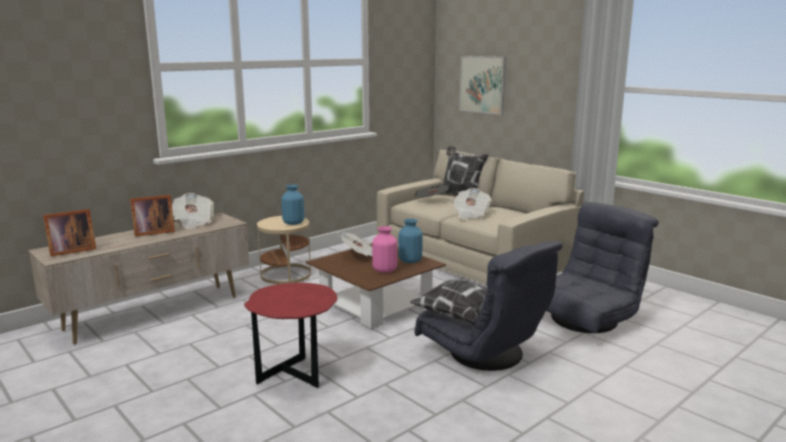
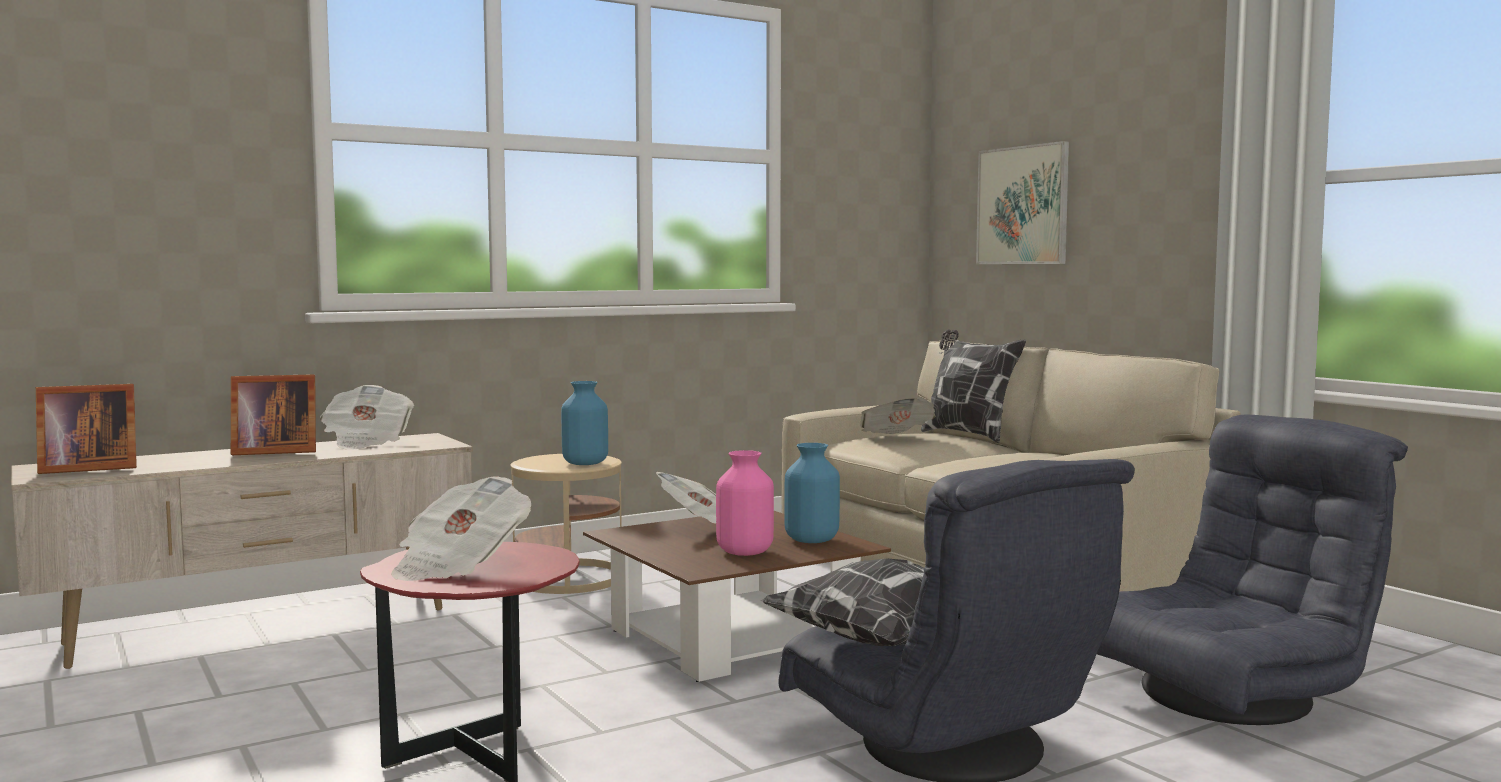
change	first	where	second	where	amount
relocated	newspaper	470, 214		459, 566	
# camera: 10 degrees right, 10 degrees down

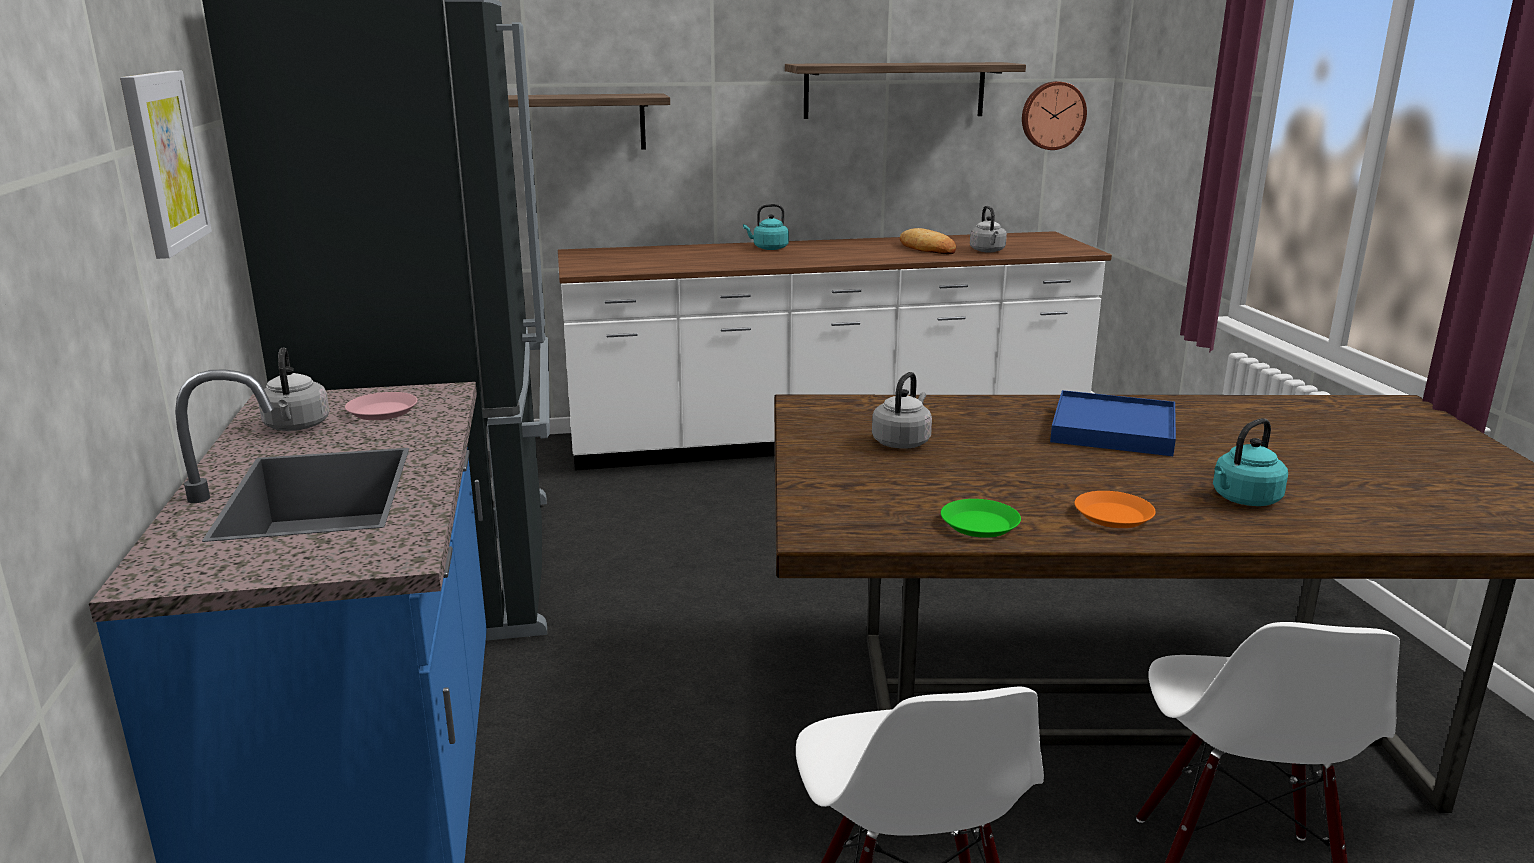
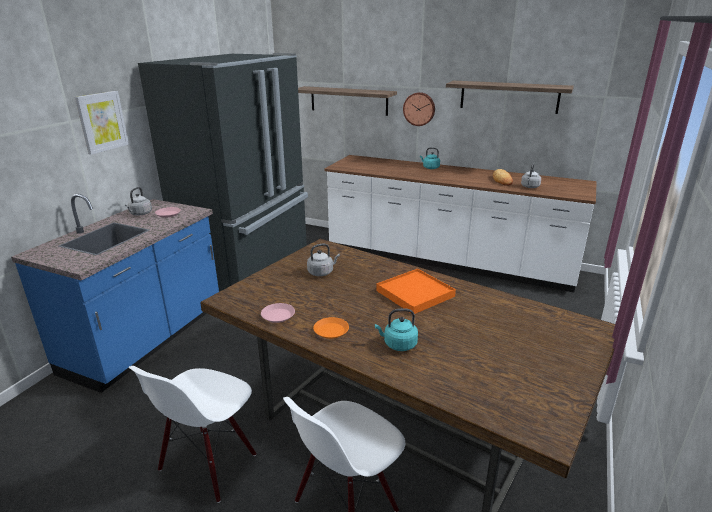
change	first	where	second	where	amount
colour	green plate	980, 524	pink plate	278, 315	
relocated	wall clock	1052, 115		419, 109	
colour	blue tray	1113, 429	orange tray	415, 293	
# camera: 35 degrees right, 5 degrees up

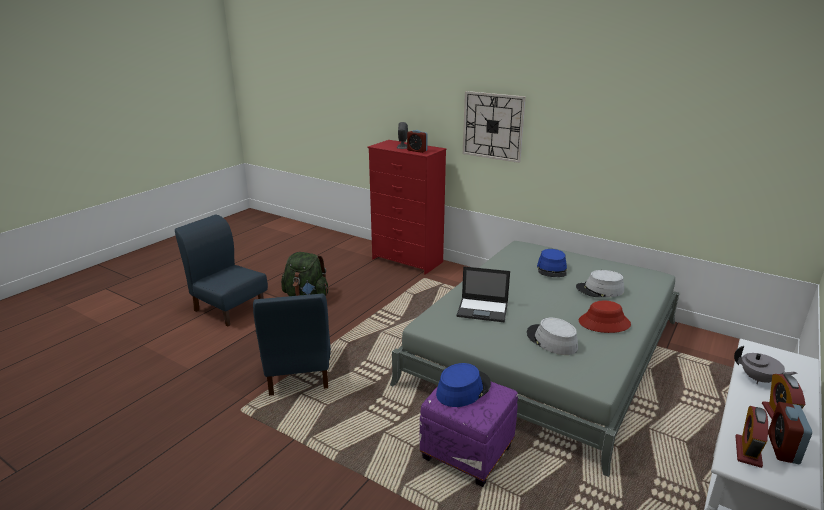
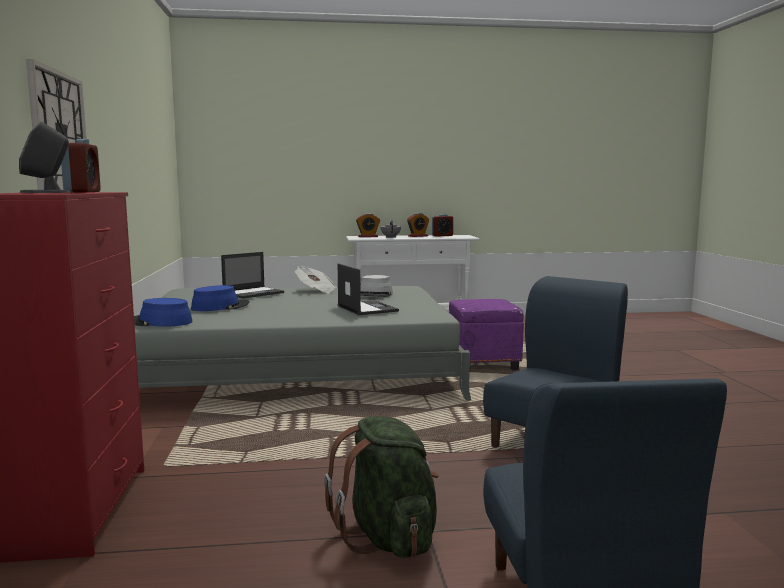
change	first	where	second	where	amount
relocated	blue hat	463, 389		160, 322	
exchanged	grey hat	599, 290	laptop	254, 293	
exchanged	red hat	604, 323	newspaper	316, 291	
relocated	alarm clock	748, 451		368, 236	
# camera: 130 degrees left, 15 degrees down

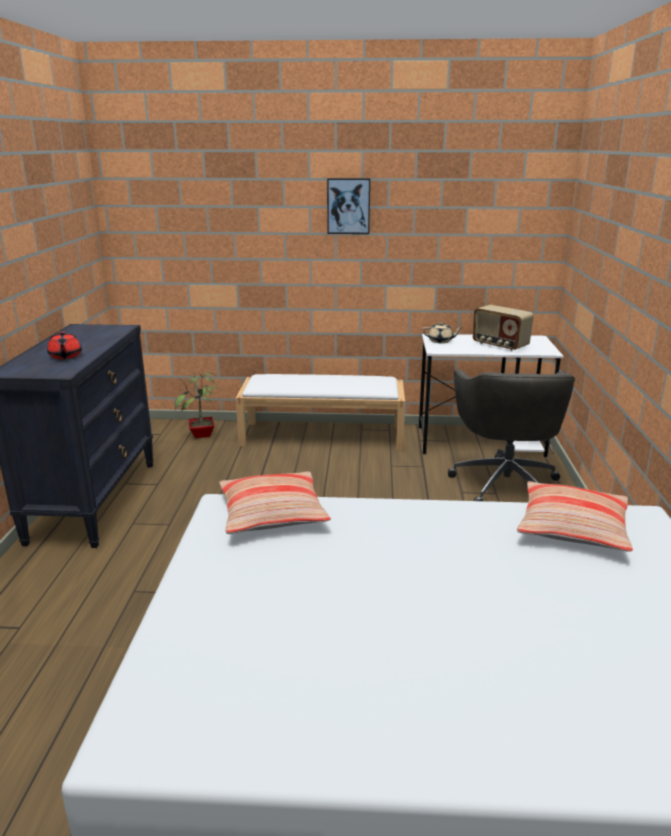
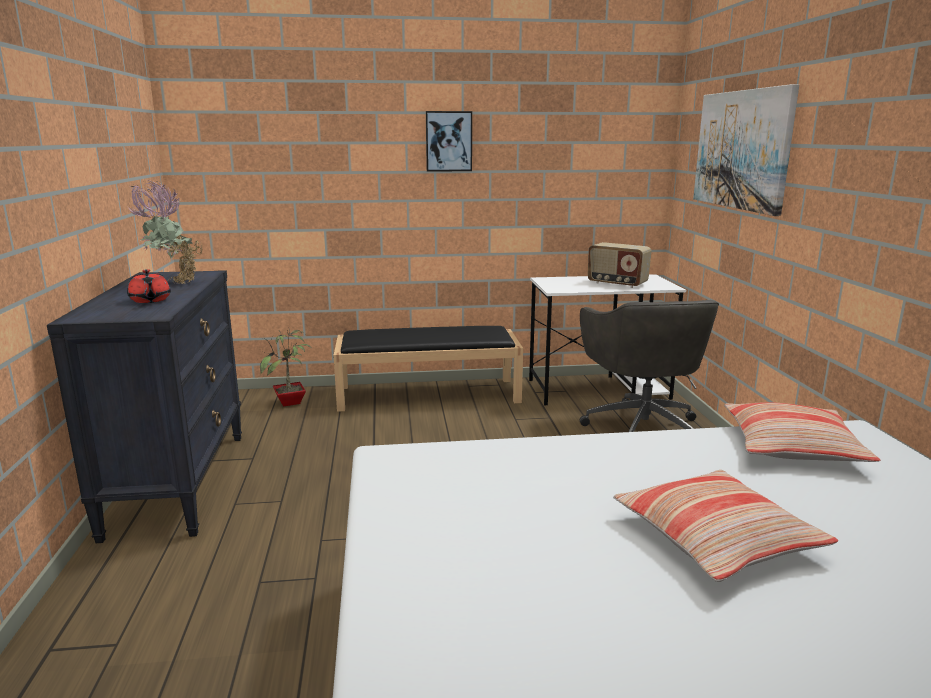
change	first	where	second	where	amount
relocated	pillow	272, 513		716, 538	
colour	white bench	323, 435	black bench	429, 394	
missing	beige teapot	441, 341			
appeared			potted plant	173, 283	
appeared			picture	742, 150	
# camera: 10 degrees left, 5 degrees down

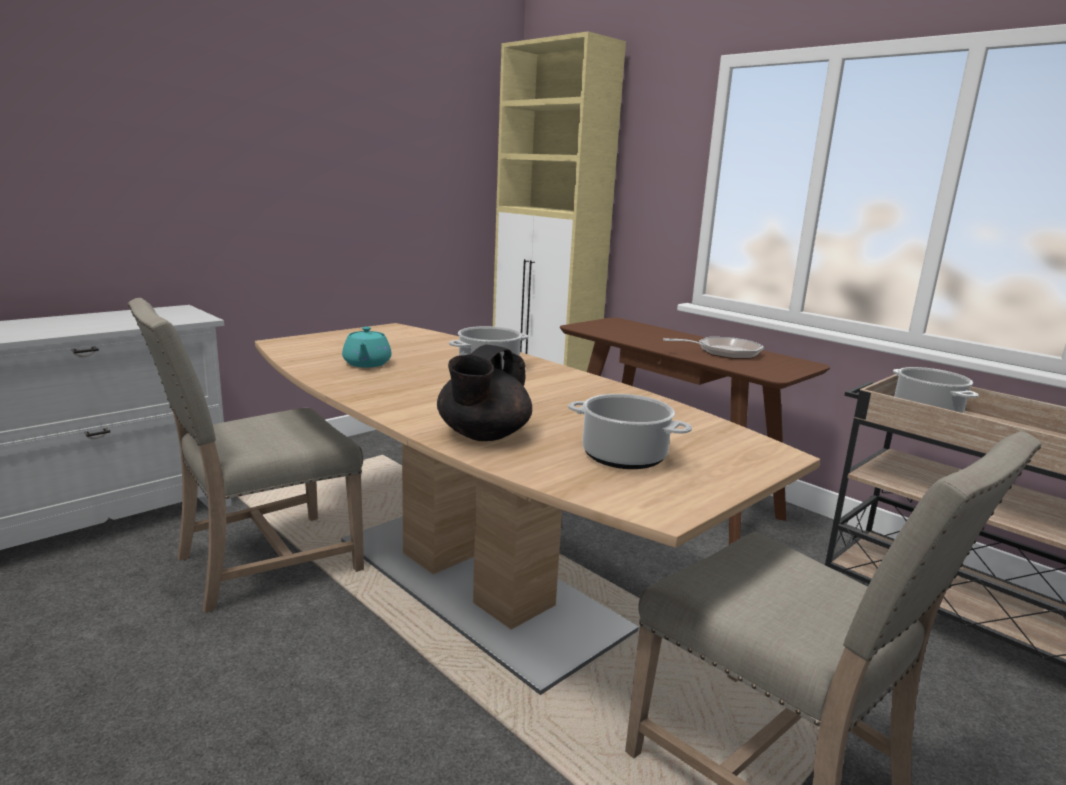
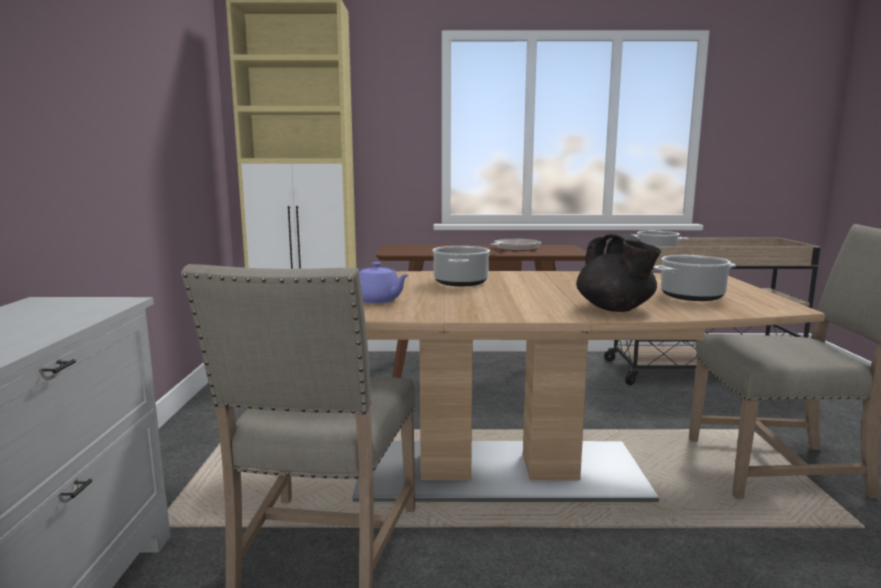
change	first	where	second	where	amount
colour	turquoise teapot	367, 364	purple teapot	378, 300	
# camera: 45 degrees left, 5 degrees down

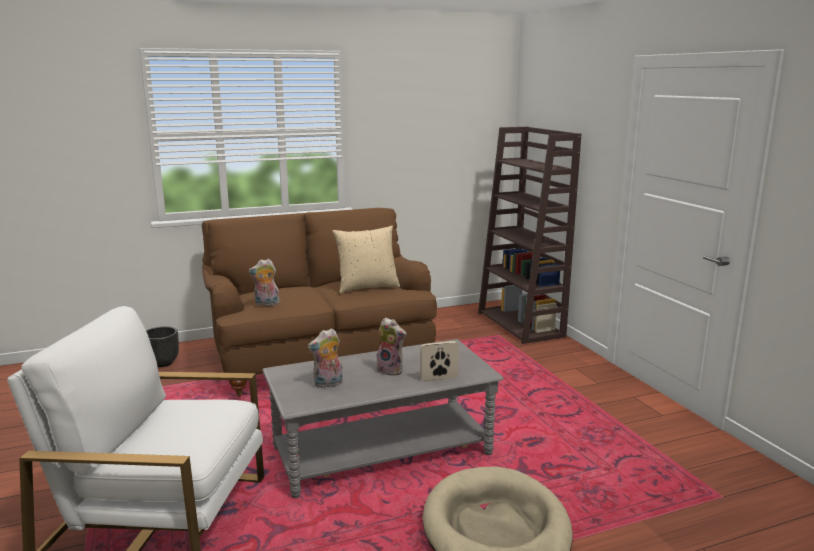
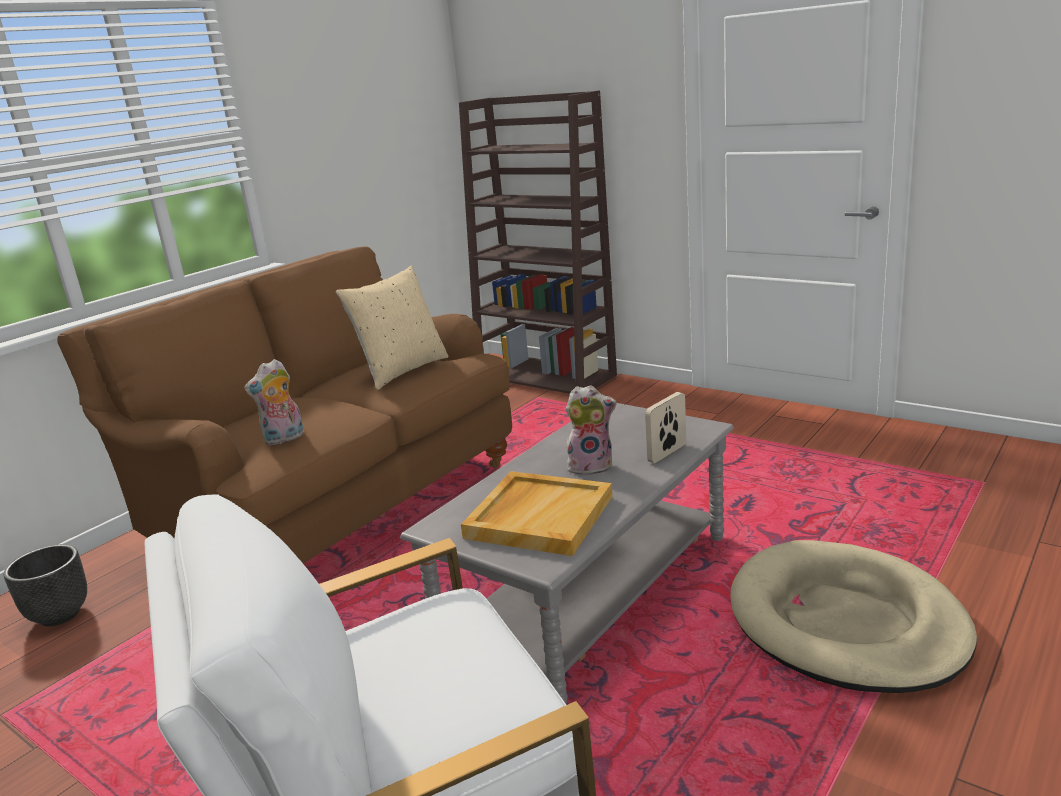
change	first	where	second	where	amount
exchanged	plush toy	328, 384	beige tray	539, 516	
# camera: 30 degrees left, 5 degrees up

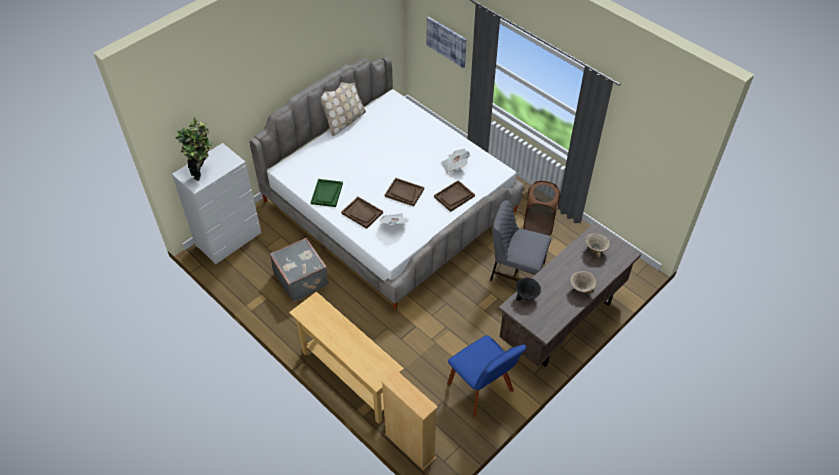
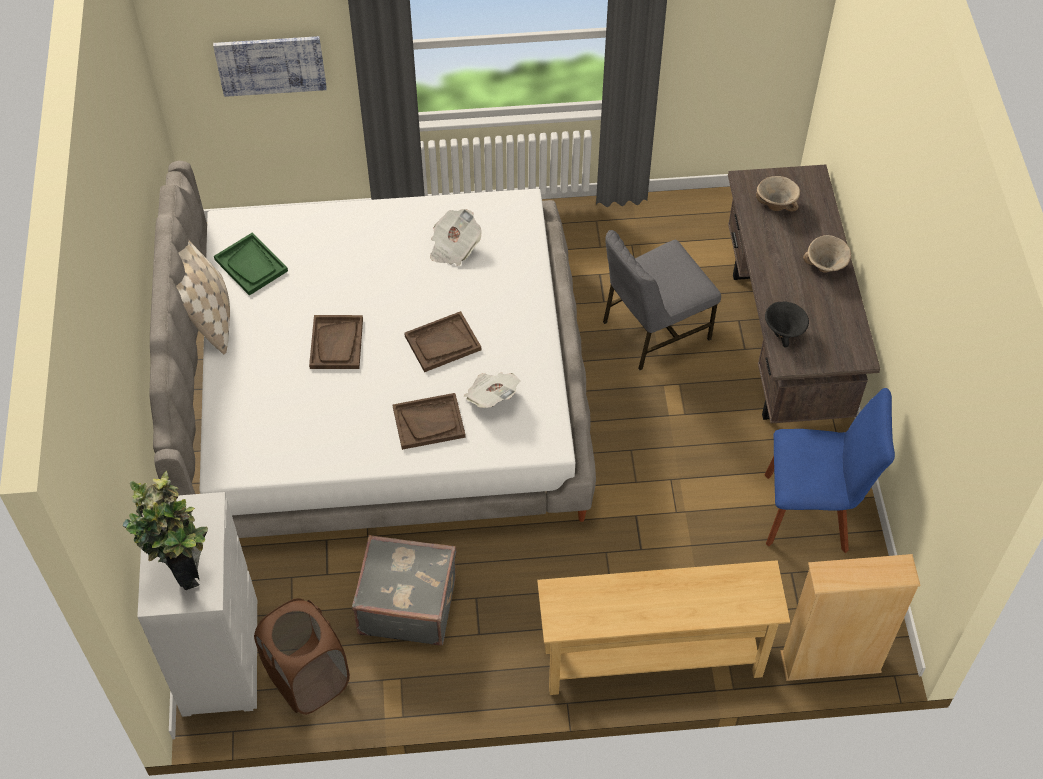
change	first	where	second	where	amount
relocated	green tray	327, 194		251, 265	
relocated	brown tray	454, 197		336, 343	
relocated	brown laundry basket	538, 226		308, 679	
# camera: 50 degrees left, 5 degrees up

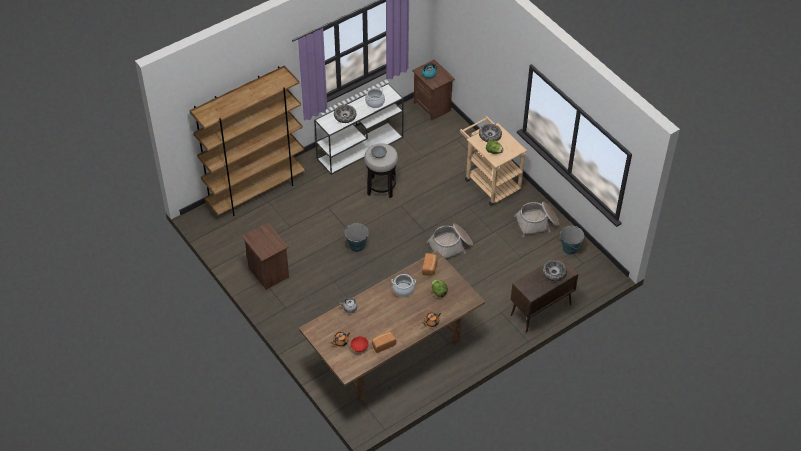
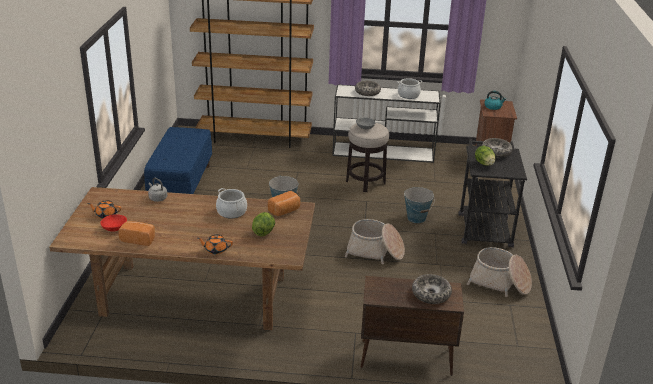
change	first	where	second	where	amount
exchanged	brown nightstand	268, 273	blue bench	181, 185	
colour	beige cart	489, 182	black cart	484, 227	
relocated	bucket	570, 248		416, 218	
# camera: 40 degrees right, 20 degrees down

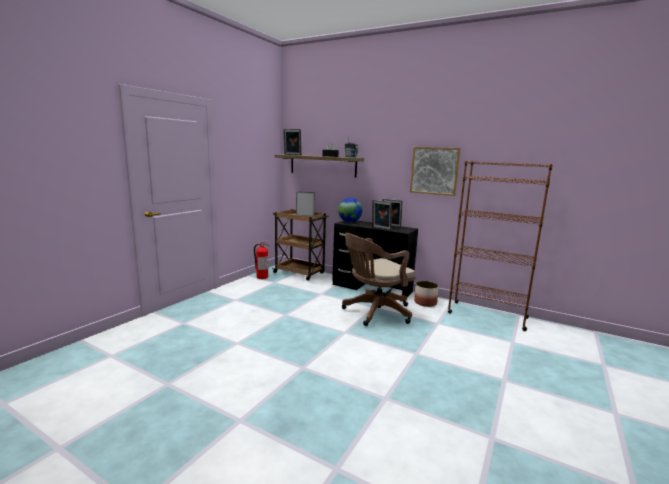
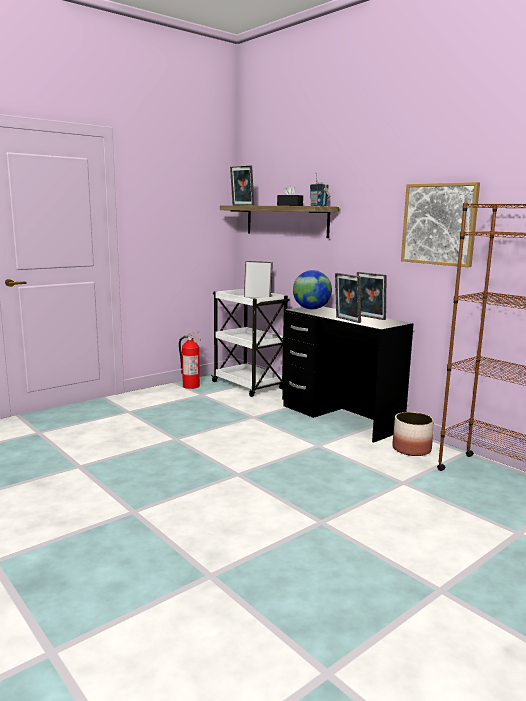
change	first	where	second	where	amount
colour	brown cart	300, 273	white cart	249, 386	
missing	brown office chair	374, 312			
# camera: 20 degrees right, 0 degrees up

